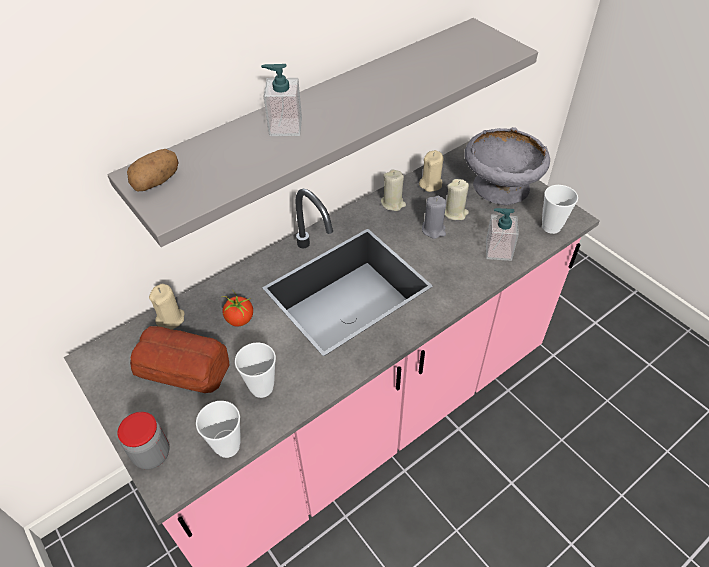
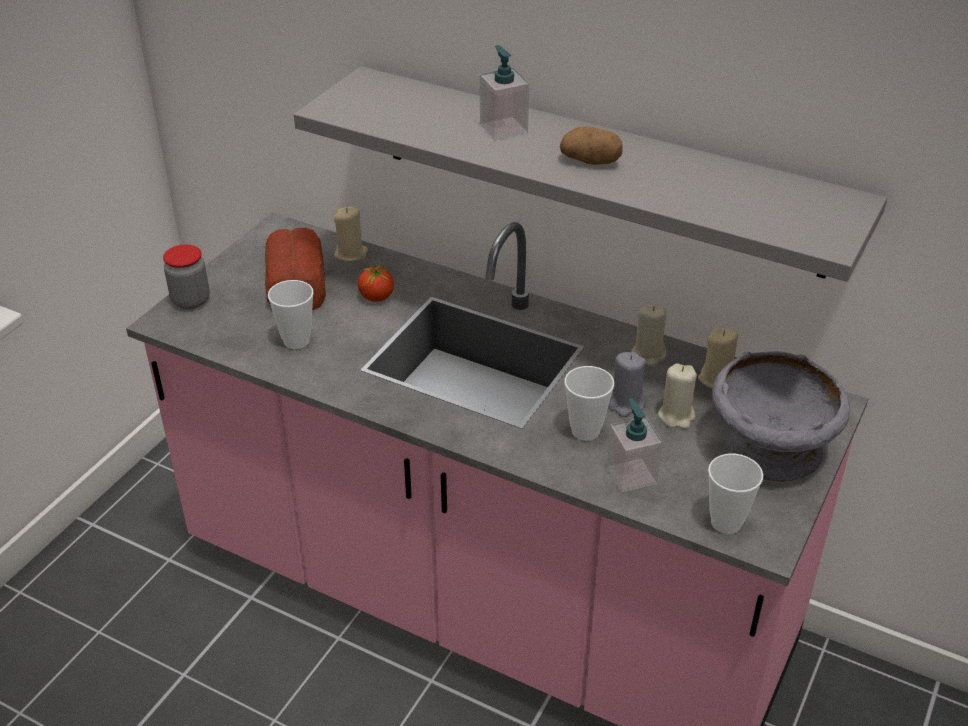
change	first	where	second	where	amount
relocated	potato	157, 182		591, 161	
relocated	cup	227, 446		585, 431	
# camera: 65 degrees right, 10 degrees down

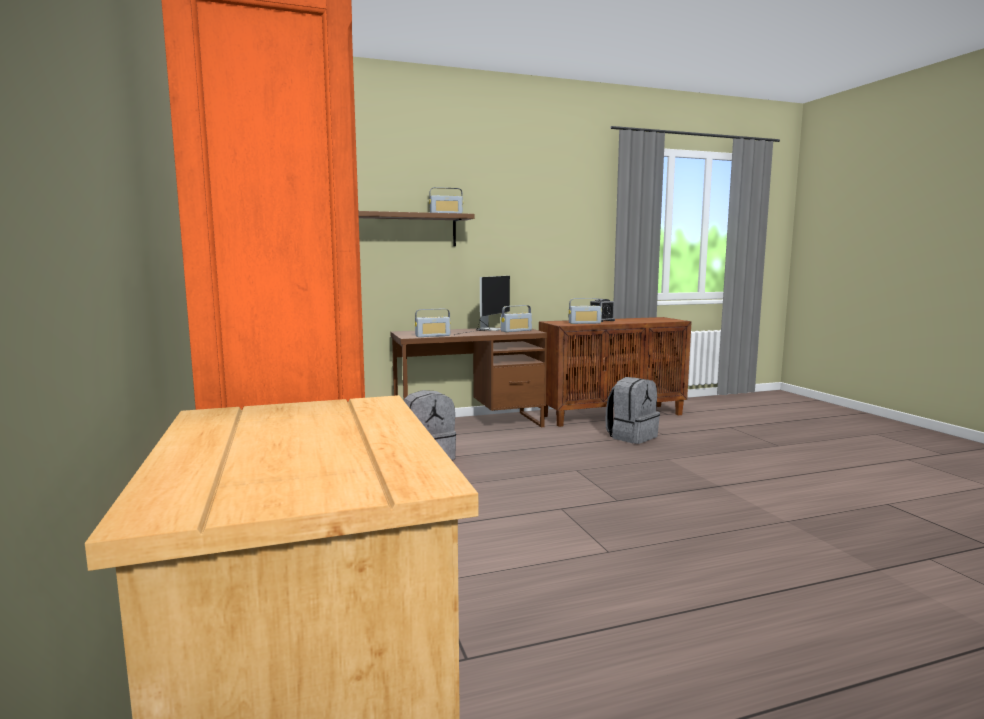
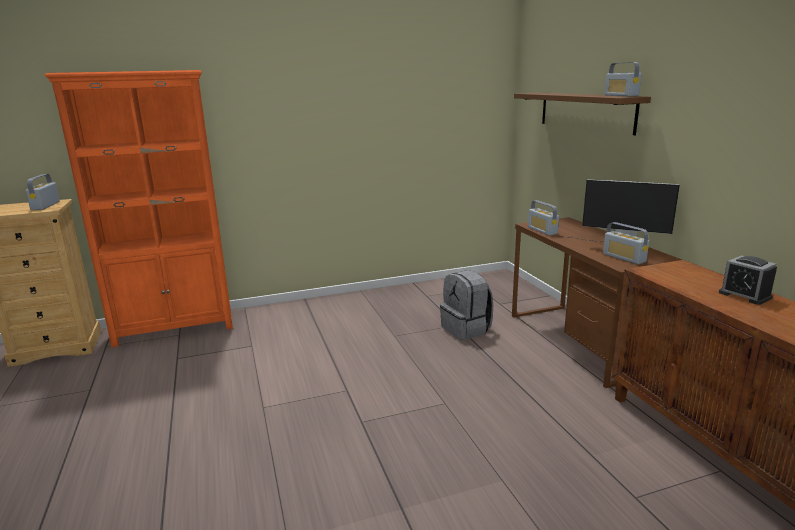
change	first	where	second	where	amount
relocated	radio	584, 323		45, 206	
missing	grey backpack	631, 436			
# camera: 90 degrees right, 10 degrees up

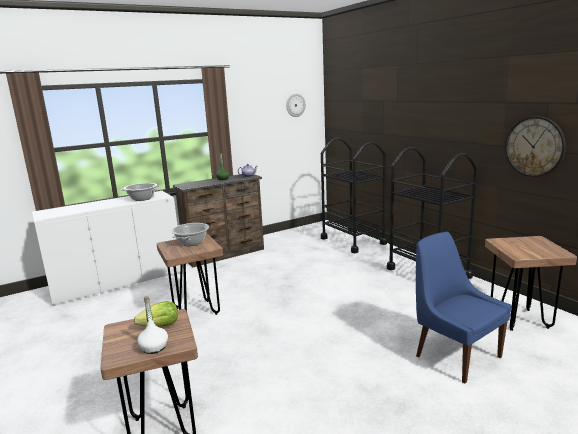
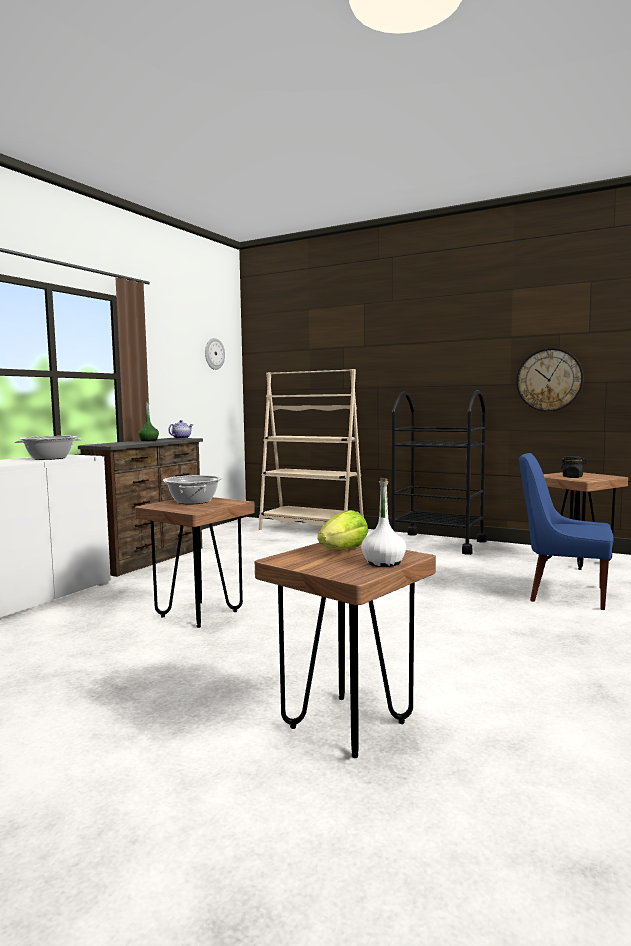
change	first	where	second	where	amount
exchanged	black cart	353, 241	beige bookcase	311, 530	
appeared			black jar	572, 477	
# camera: 30 degrees left, 10 degrees down

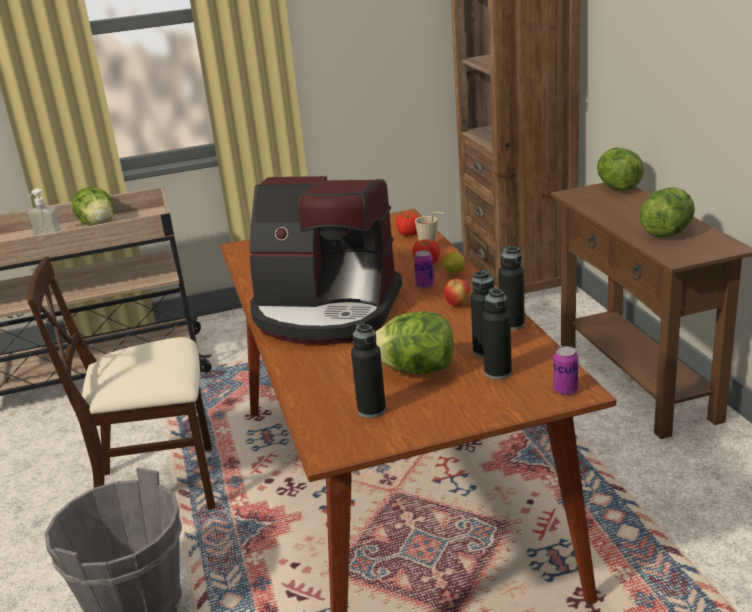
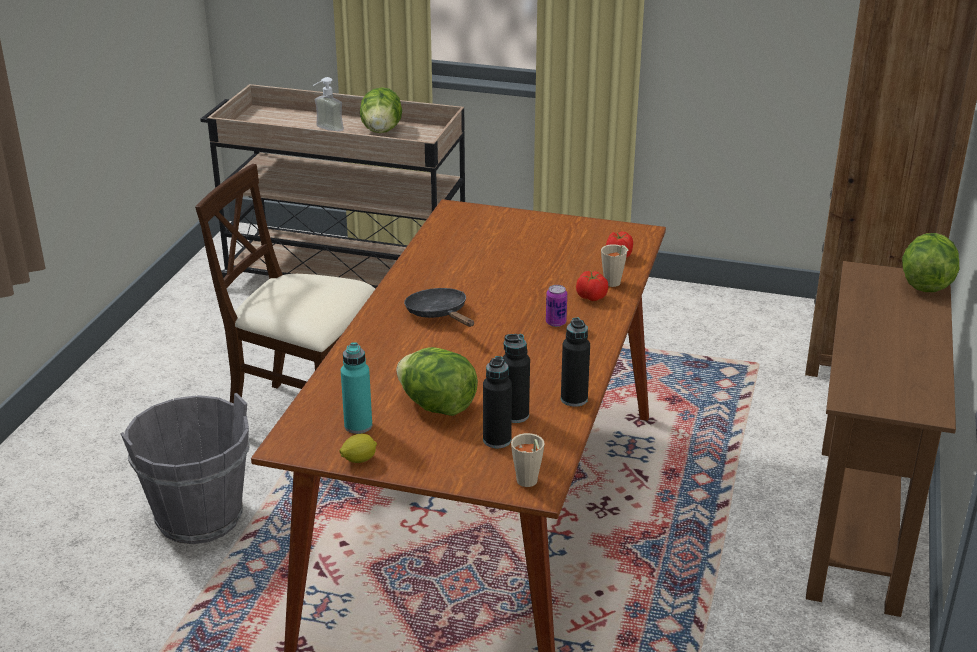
change	first	where	second	where	amount
exchanged	coffee machine	326, 312	black frying pan	439, 314	
colour	black bottle	371, 410	turquoise bottle	358, 425	
relocated	lemon	453, 273		359, 460	
missing	apple	457, 305			
exchanged	can	565, 390	beige cup	527, 483	
missing	lettuce	667, 233			
# camera: 30 degrees right, 5 degrees up

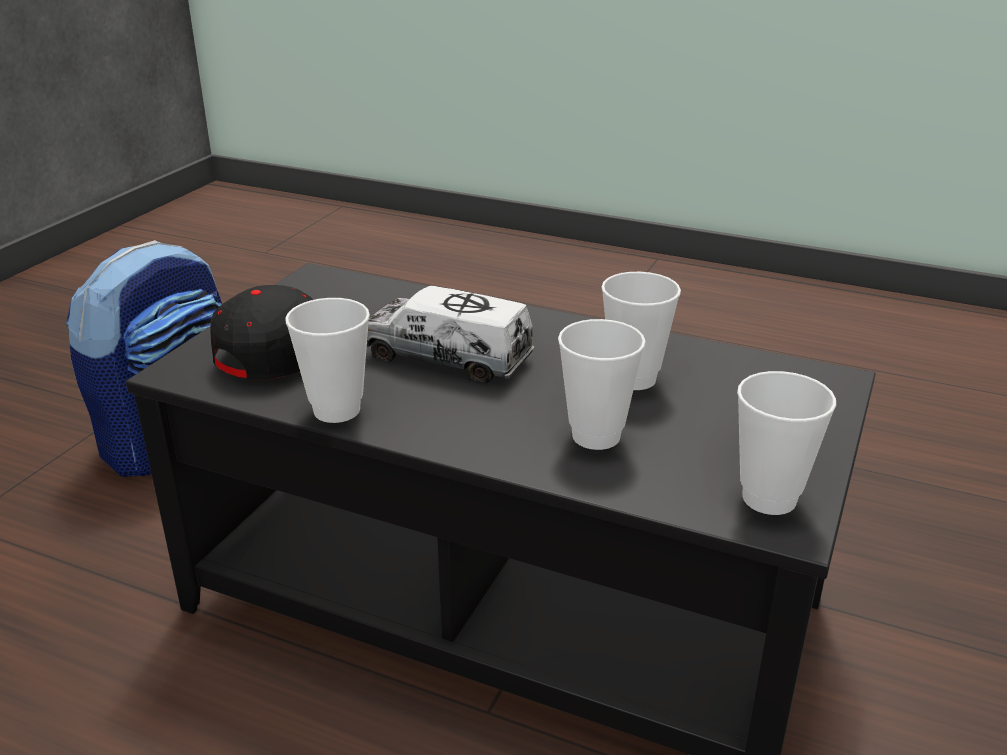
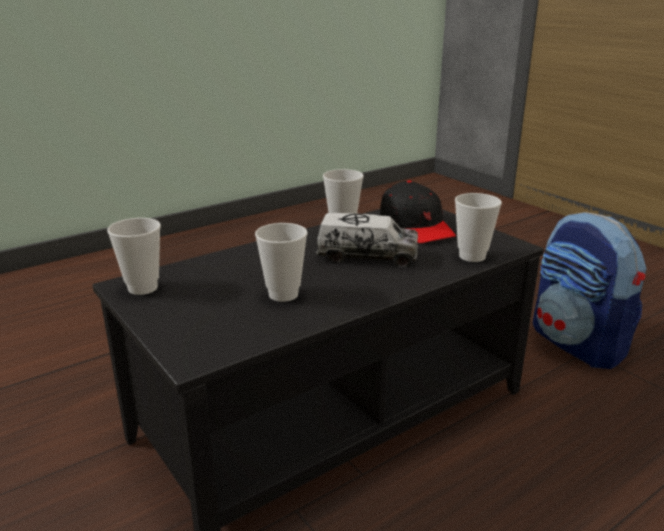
change	first	where	second	where	amount
spun	toy truck	448, 357		367, 256	45 degrees clockwise
relocated	cup	596, 436		472, 256	
# camera: 120 degrees right, 5 degrees down

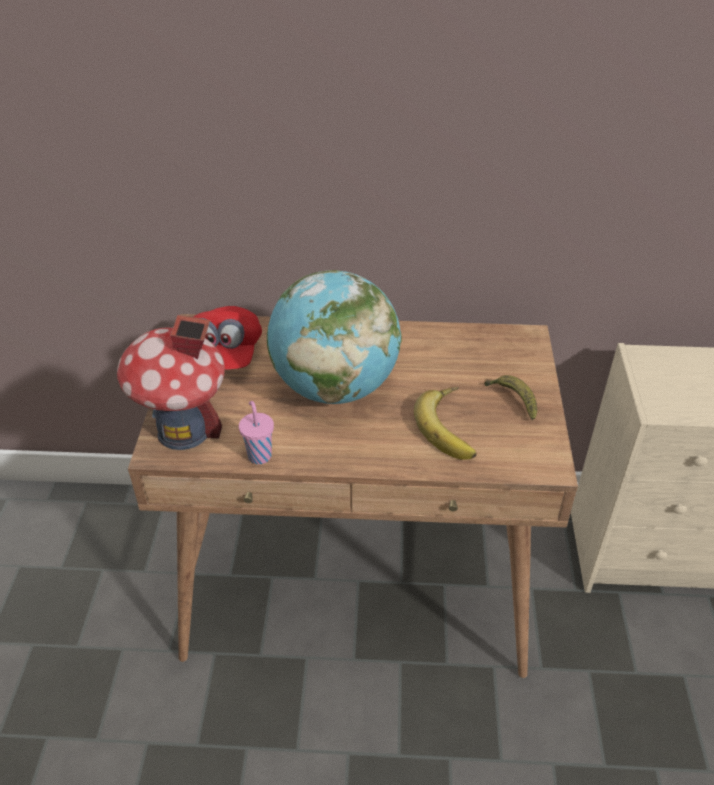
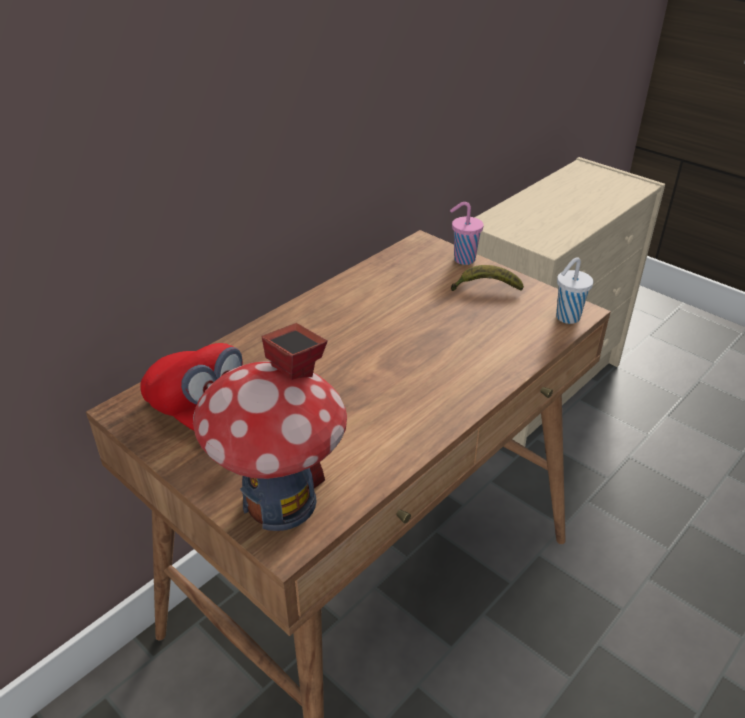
change	first	where	second	where	amount
relocated	pink cup	259, 455		463, 259	
missing	globe	335, 387			
missing	banana	452, 427			
appeared			white cup	566, 318	
# camera: 50 degrees left, 5 degrees down

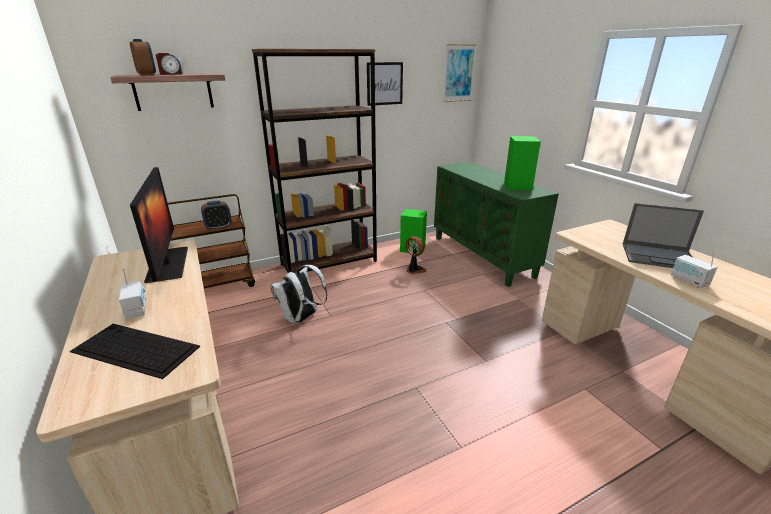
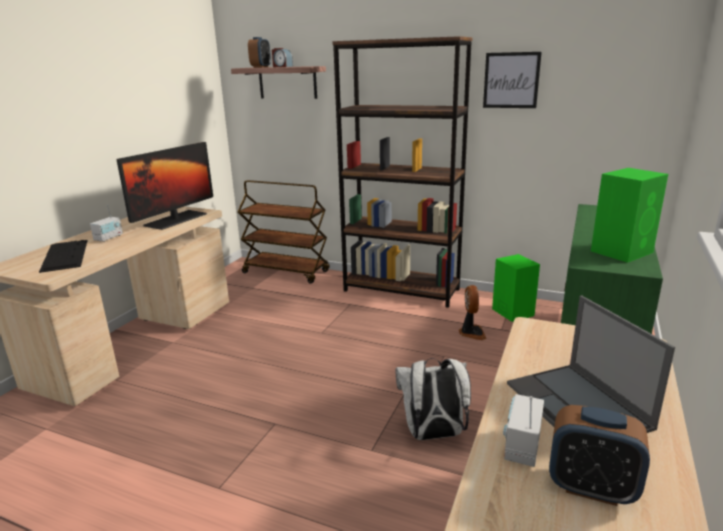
change	first	where	second	where	amount
relocated	alarm clock	218, 227		591, 488	
relocated	white backpack	301, 318		433, 435	
missing	picture	459, 73			
# camera: 50 degrees right, 5 degrees down

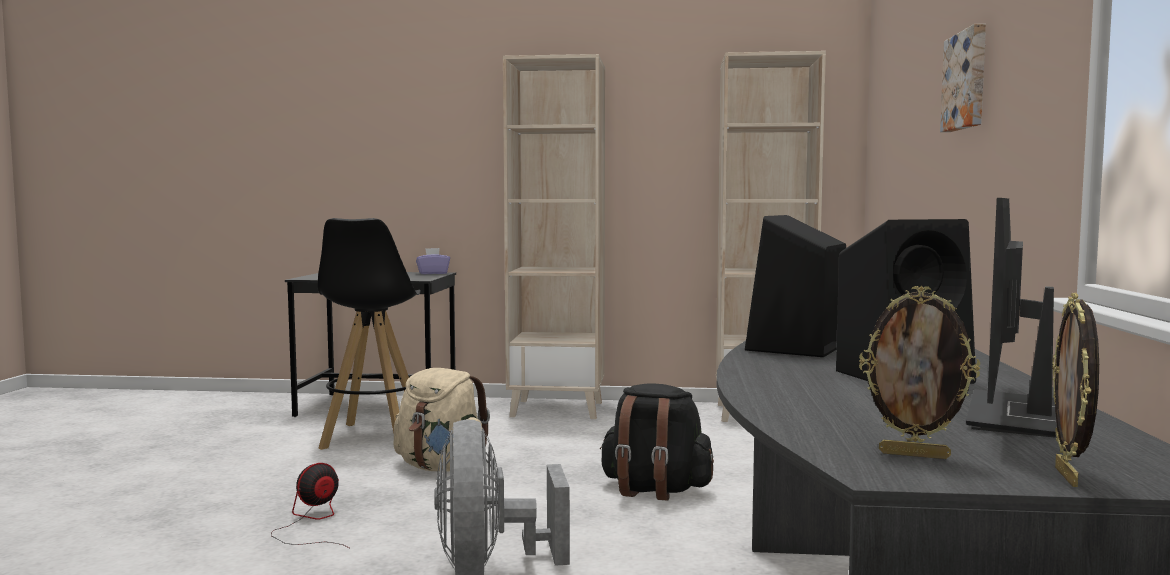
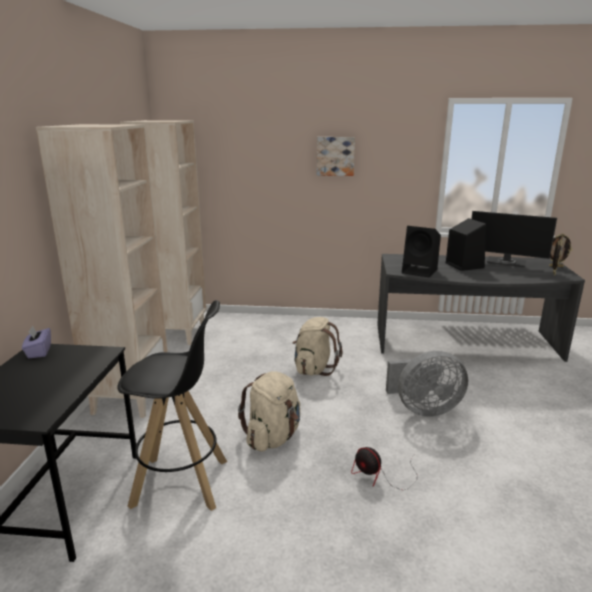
change	first	where	second	where	amount
colour	black backpack	654, 490	beige backpack	314, 369	
# camera: 90 degrees left, 15 degrees up

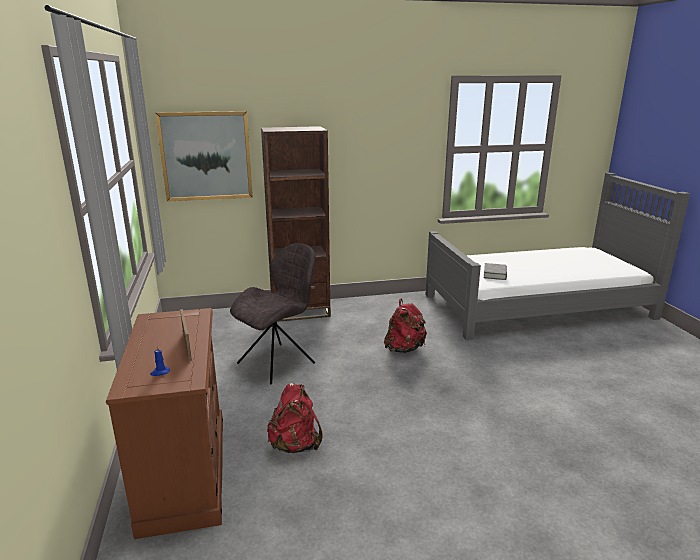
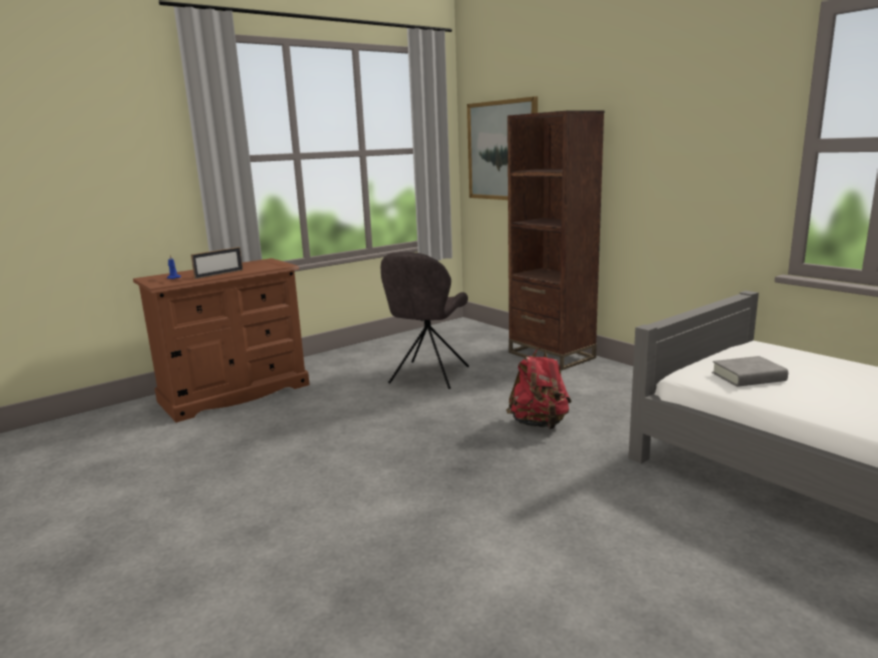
change	first	where	second	where	amount
spun	grey chair	278, 362		428, 376	90 degrees clockwise
missing	red backpack	295, 445			
# camera: 65 degrees right, 5 degrees down

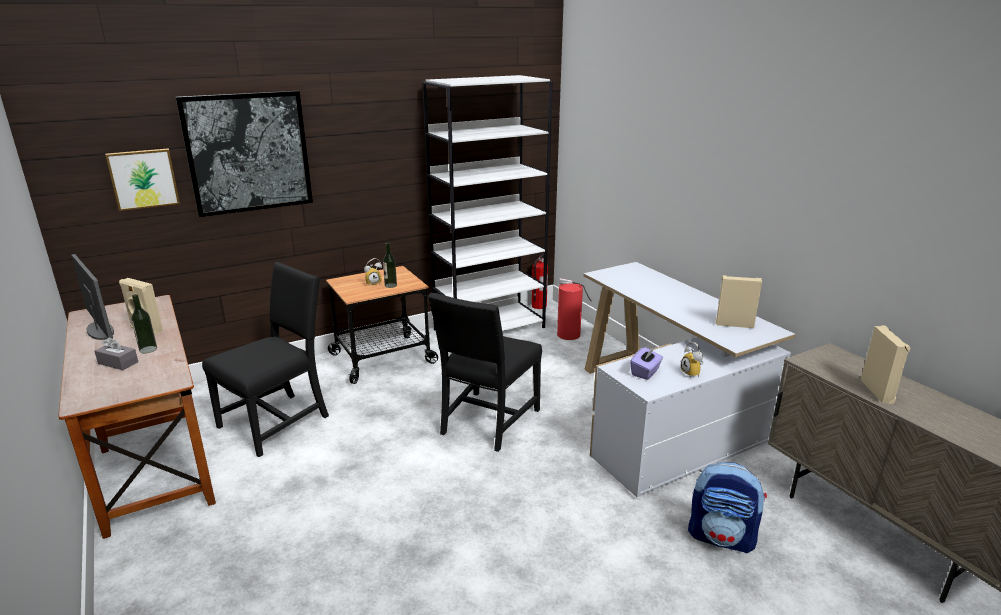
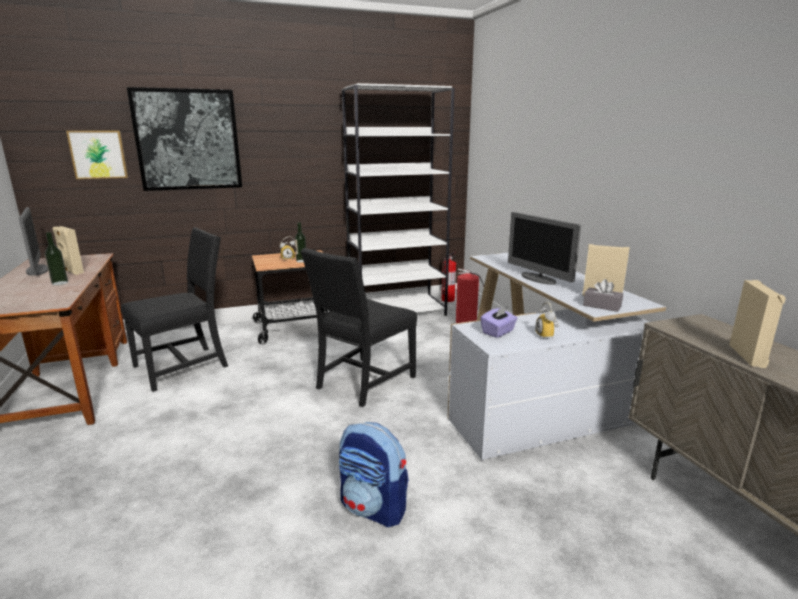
change	first	where	second	where	amount
relocated	grey tissue box	118, 363		602, 306	
relocated	backpack	722, 537		374, 508	
appeared			monitor	538, 279	
# camera: 10 degrees right, 5 degrees down

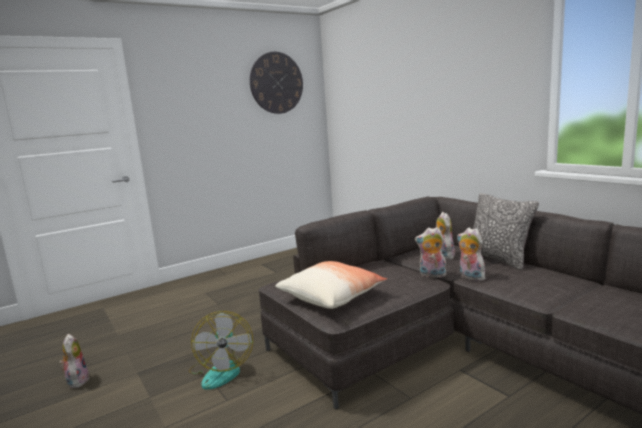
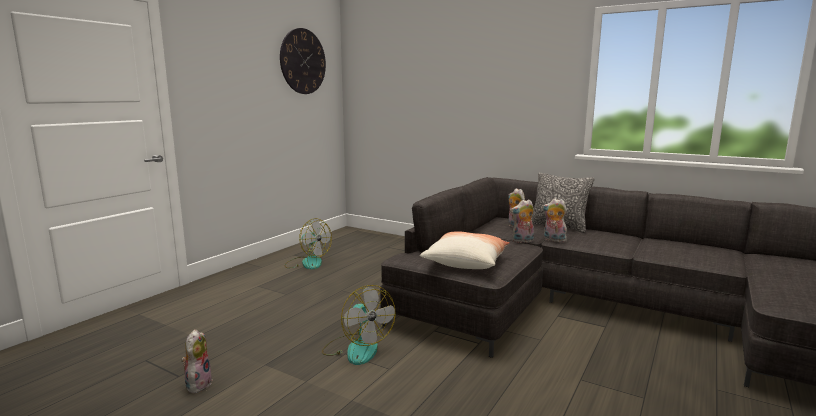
change	first	where	second	where	amount
spun	plush toy	76, 381		198, 384	45 degrees clockwise
appeared			fan	307, 262	
# camera: 25 degrees left, 0 degrees up

